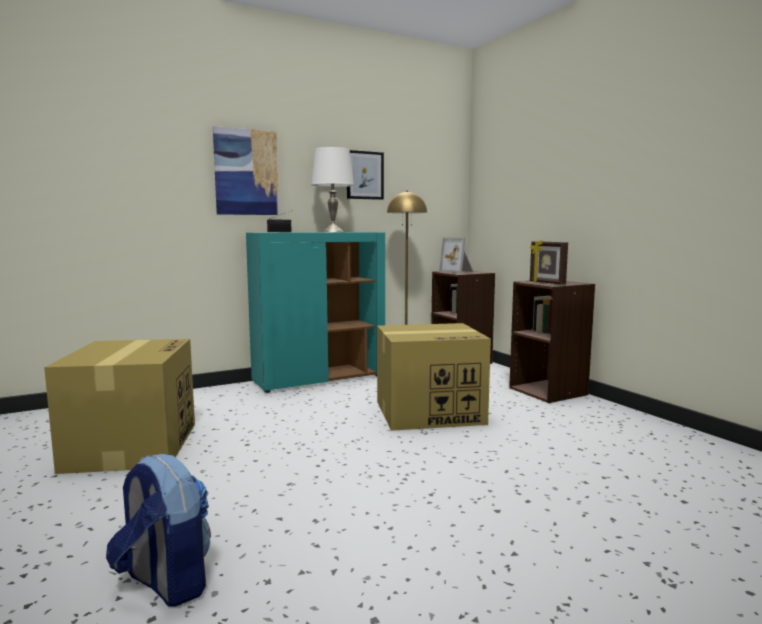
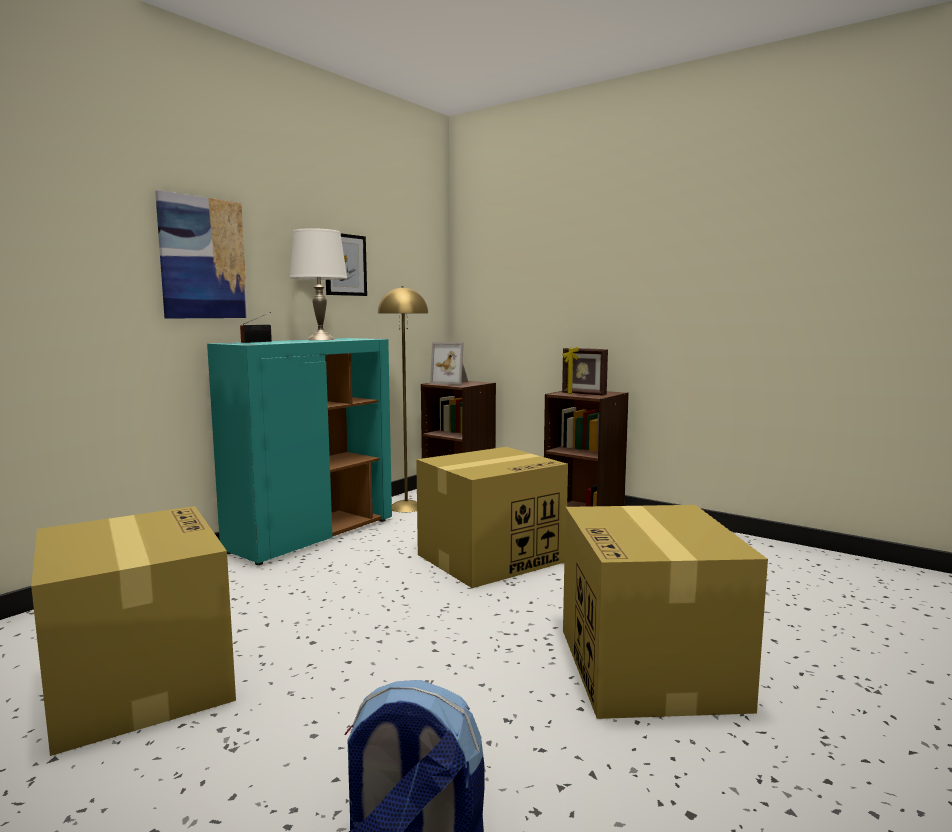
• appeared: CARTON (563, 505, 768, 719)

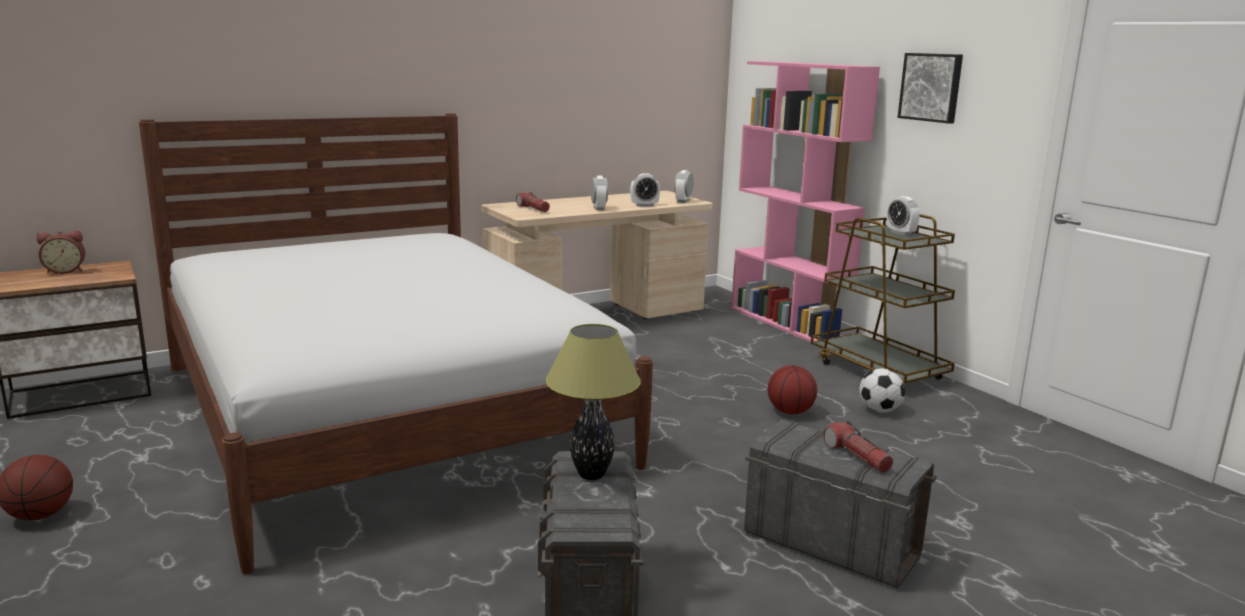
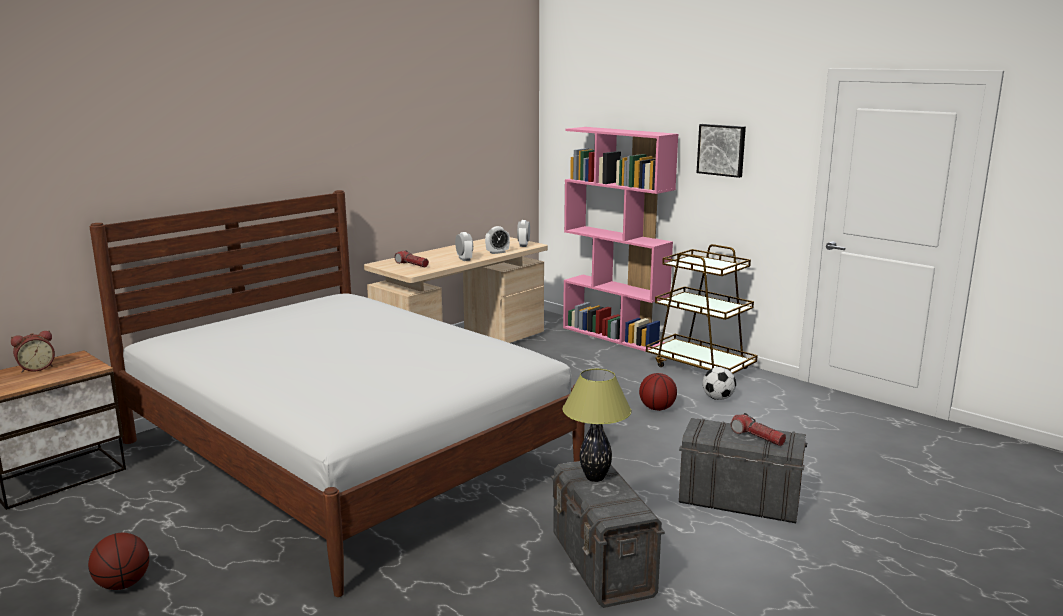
• missing: BEDSIDE CLOCK (887, 196, 920, 235)

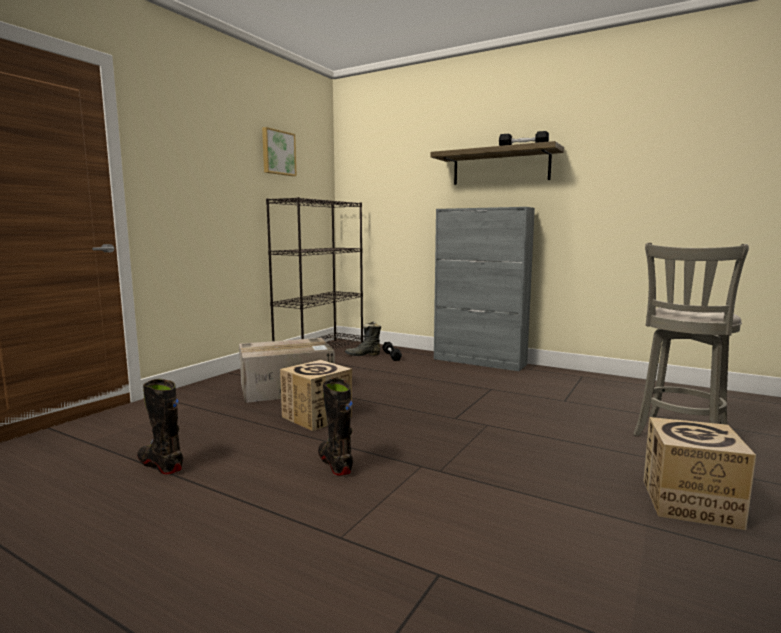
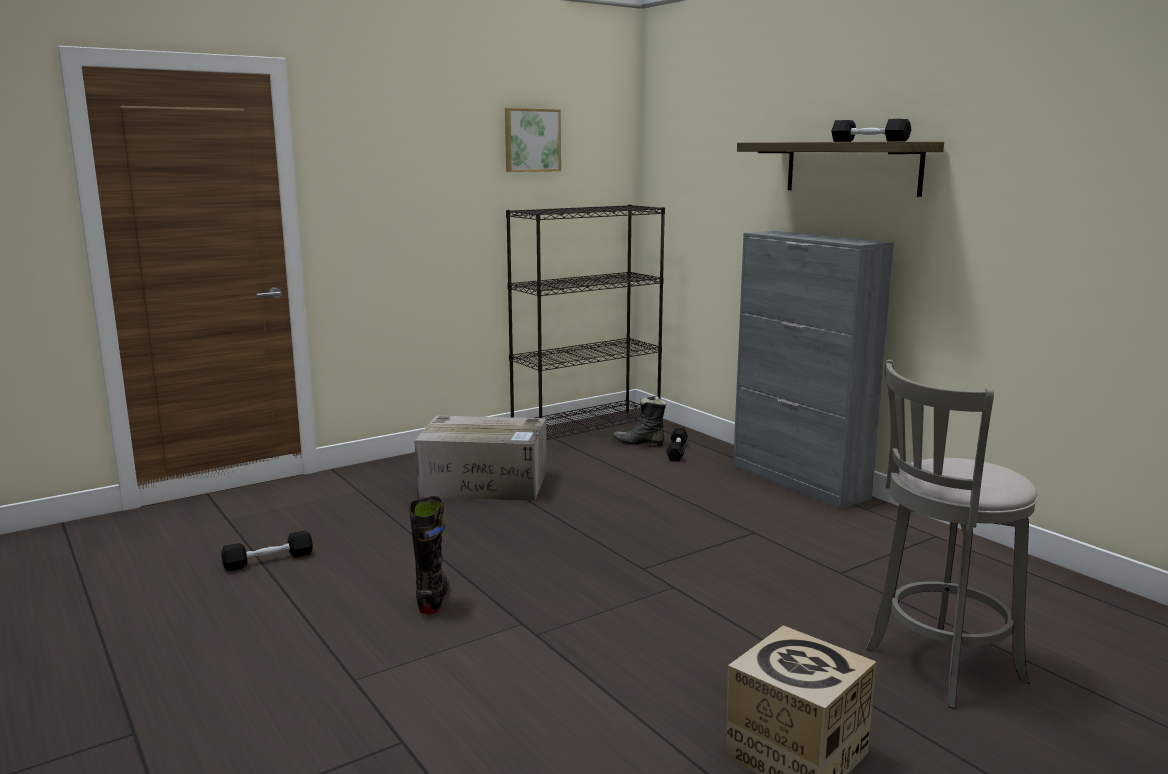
• missing: CARTON (280, 360, 352, 431)
• exchanged: BLACK-COLOURED HIGH-TOP BOOT (137, 379, 184, 474) to BLACK-COLOURED DUMBBELL (221, 531, 313, 571)

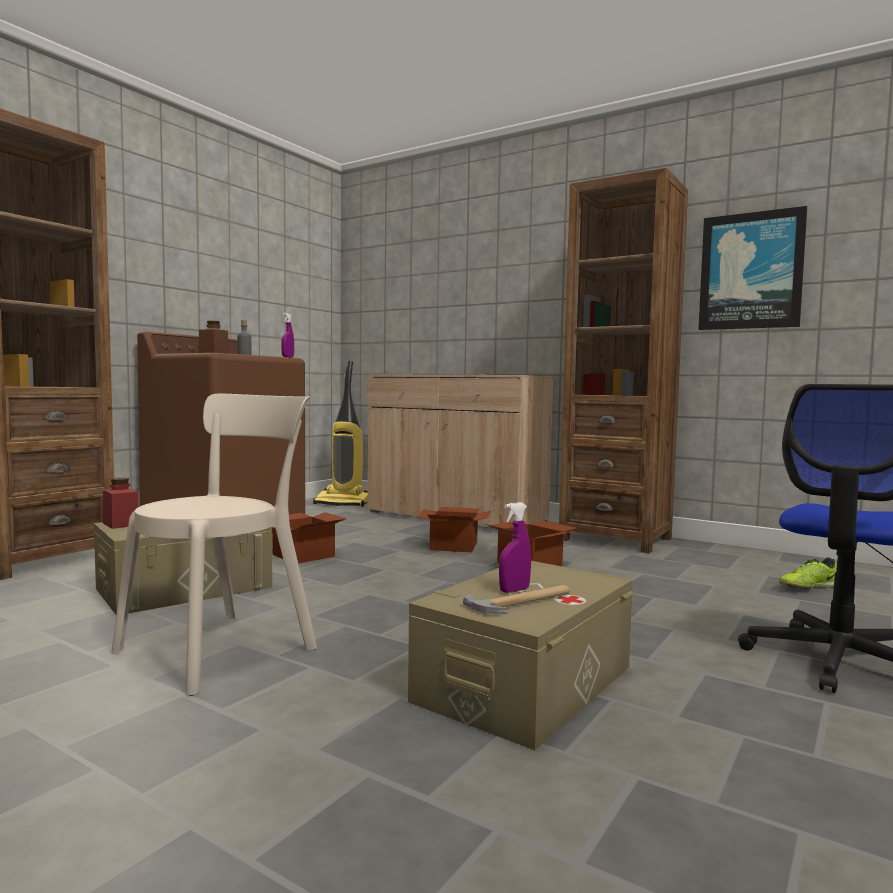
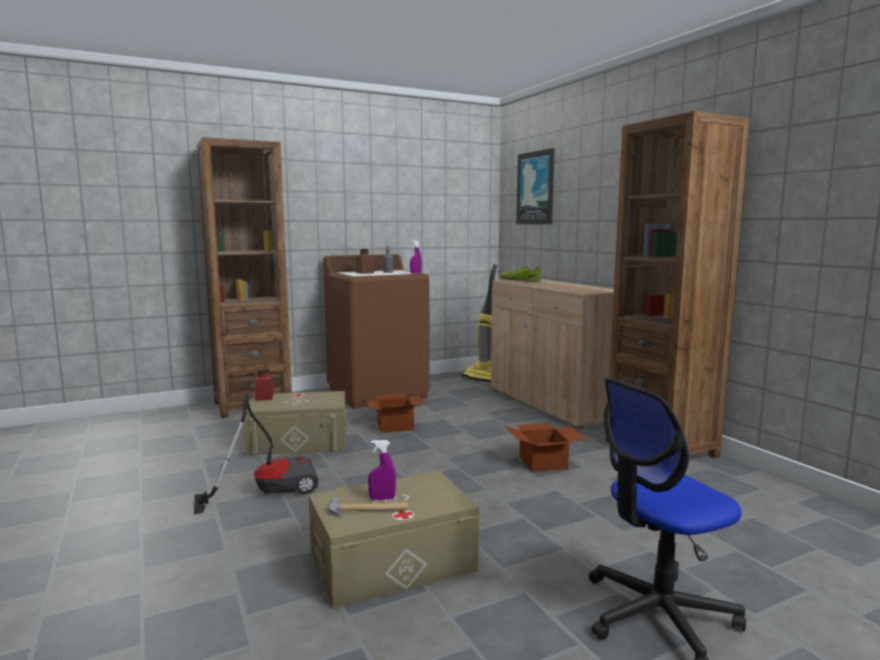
• missing: CARTON (416, 507, 491, 552)
• relocated: WALL PICTURE (698, 206, 807, 330) to (516, 148, 555, 224)
• relocated: LOW SHOE (779, 557, 837, 589) to (500, 266, 541, 282)
• exchanged: BEIGE PLAIN CHAIR (111, 394, 317, 696) to HOOVER (194, 393, 318, 515)

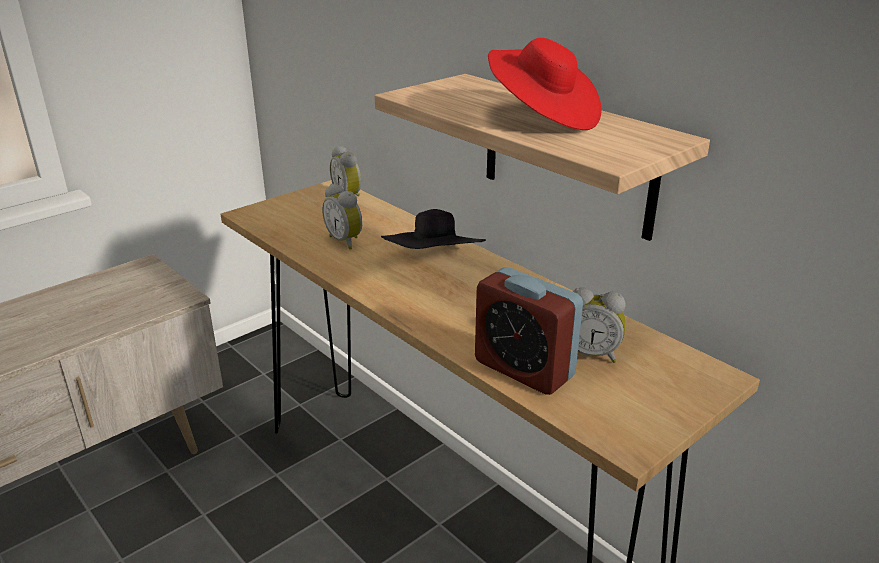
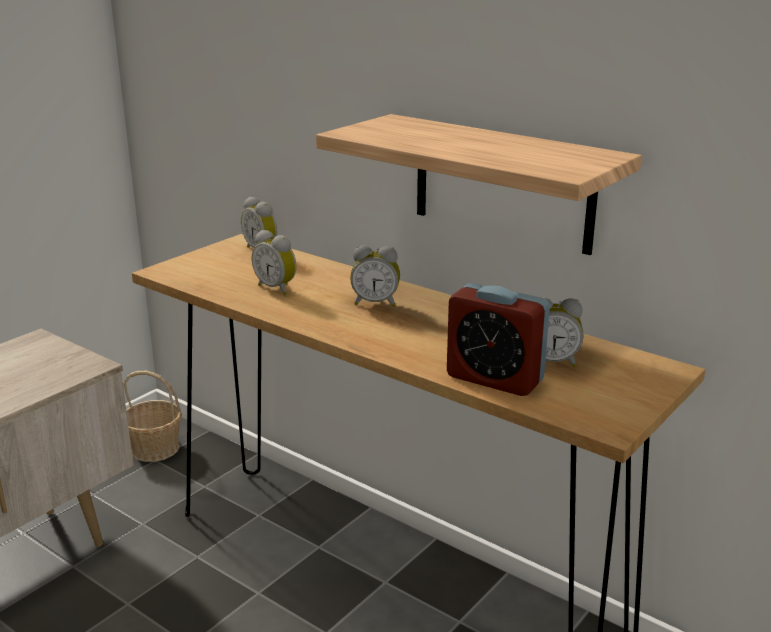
• missing: RED-COLOURED WEARABLE HAT (488, 38, 602, 130)
• appeared: STORAGE BASKET (123, 371, 182, 462)
• exchanged: BLACK-COLOURED WEARABLE HAT (381, 209, 486, 249) to BEDSIDE CLOCK (350, 245, 400, 307)

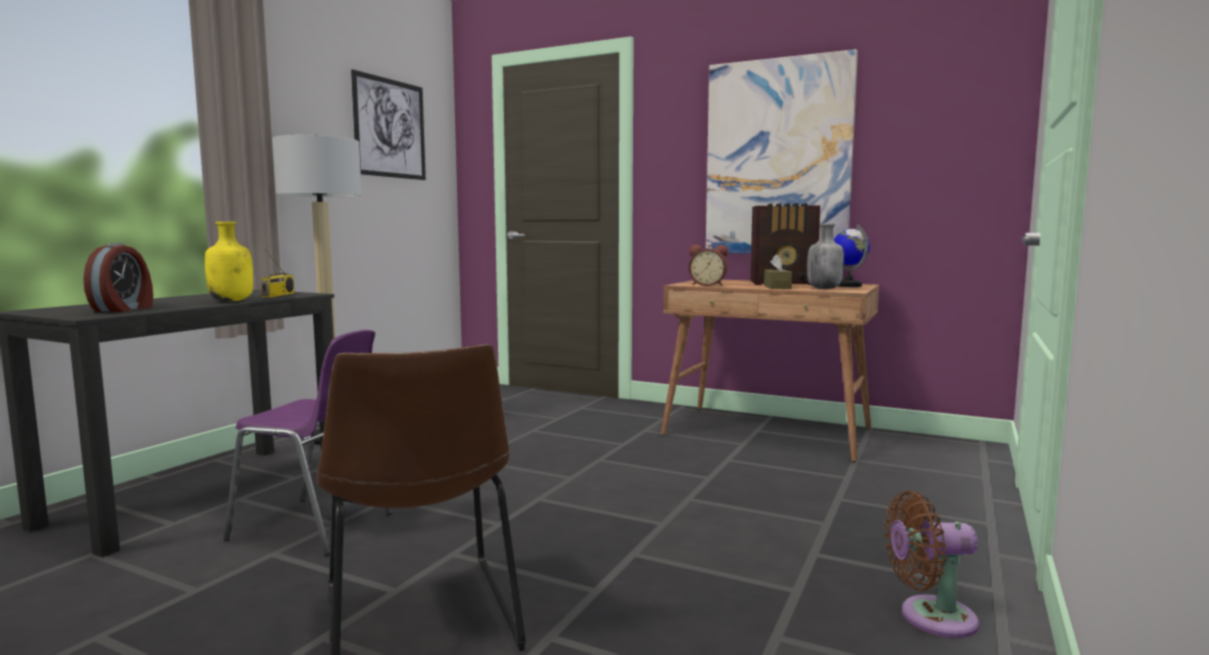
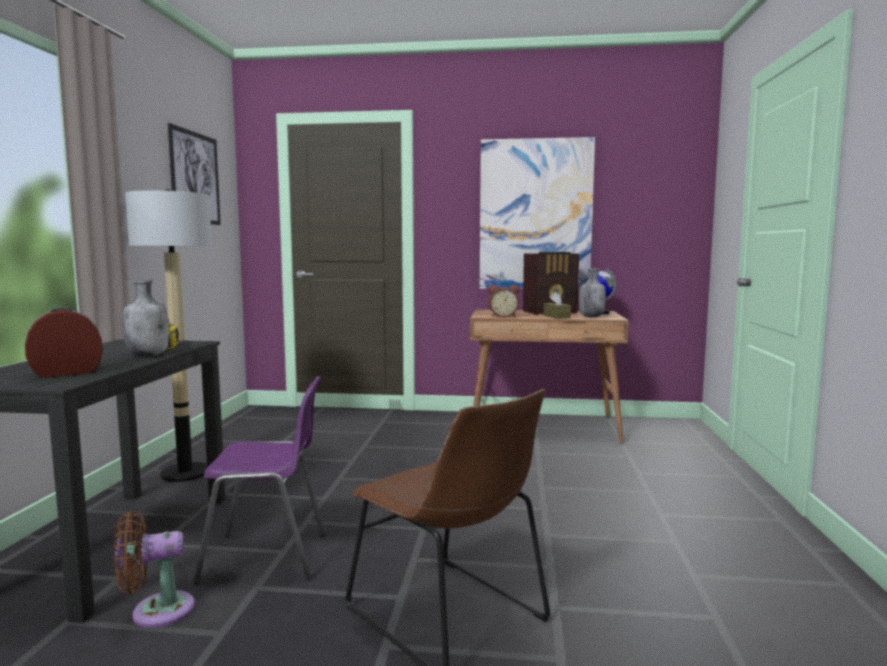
• relocated: BROWN-COLOURED ELECTRIC FAN (885, 491, 979, 638) to (114, 511, 195, 628)
• colour: YELLOWISH BEVERAGE BOTTLE (205, 222, 253, 302) to GREY BEVERAGE BOTTLE (123, 280, 169, 357)
• spun: BEDSIDE CLOCK (83, 243, 153, 312) = (25, 307, 103, 378) 105 degrees counterclockwise

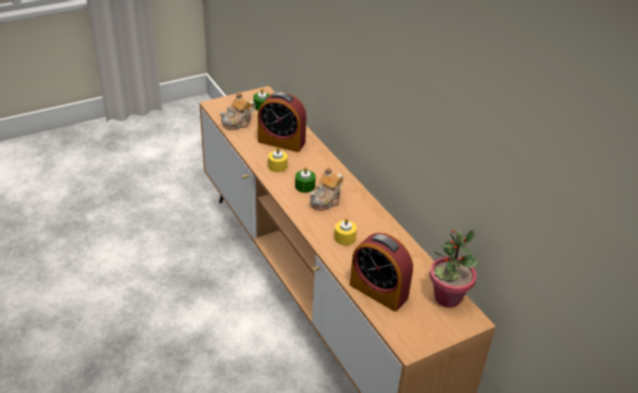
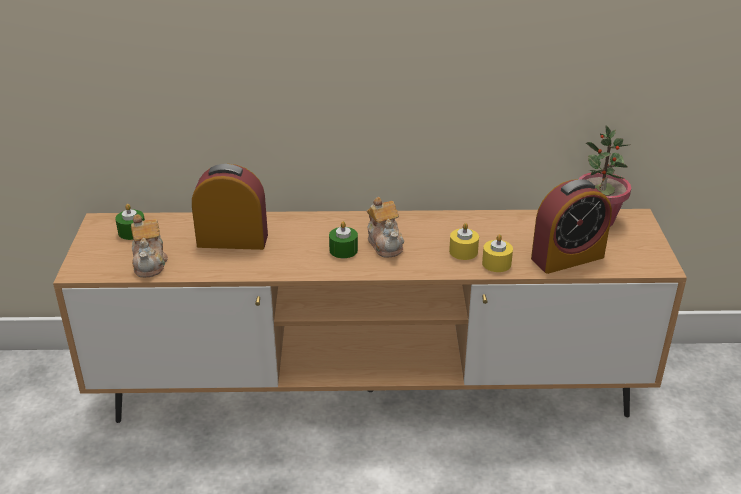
• relocated: YELLOWISH WAX LIGHT (268, 147, 288, 172) to (482, 234, 513, 272)
• spun: BEDSIDE CLOCK (258, 92, 306, 152) = (192, 164, 268, 250) 135 degrees counterclockwise

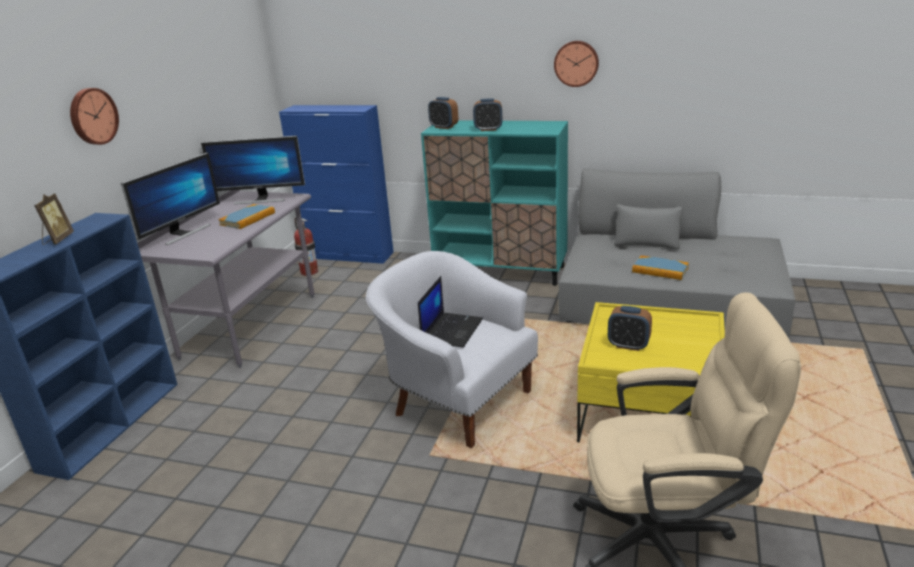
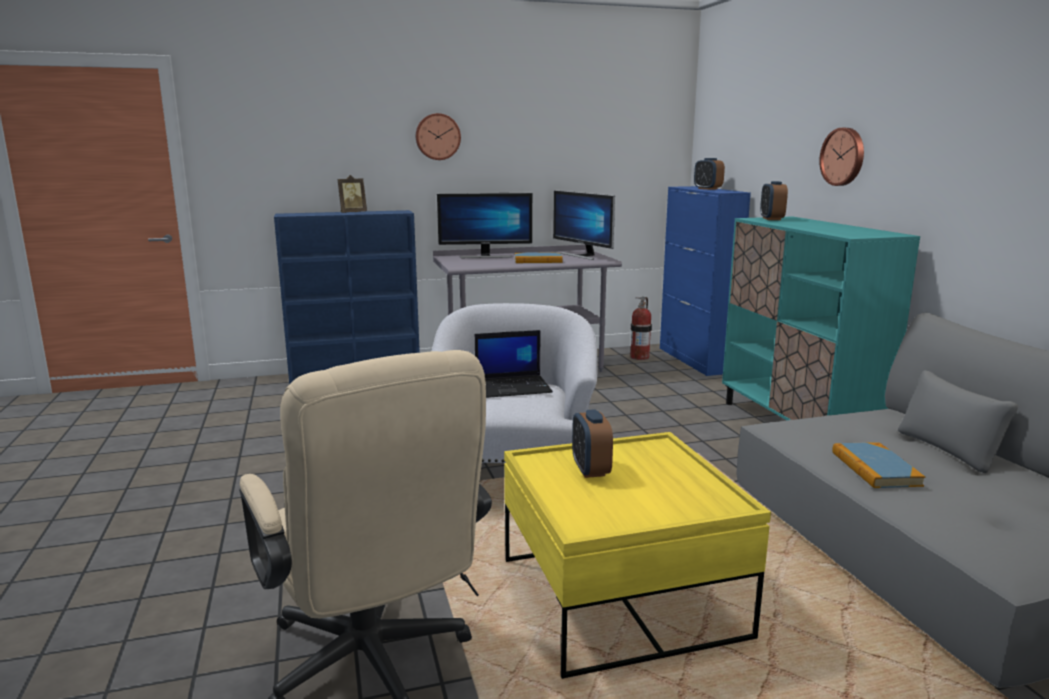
• relocated: BEDSIDE CLOCK (473, 98, 502, 131) to (694, 158, 725, 190)
• relocated: HANGING CLOCK (554, 41, 599, 87) to (819, 128, 864, 186)

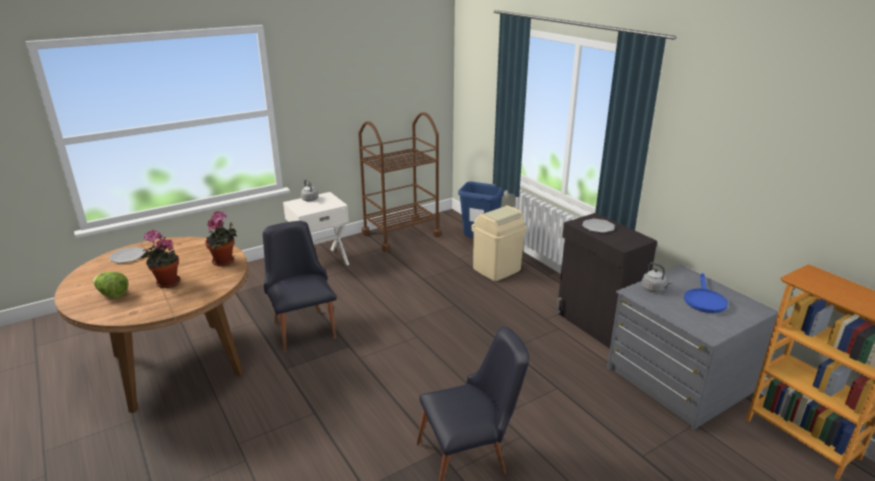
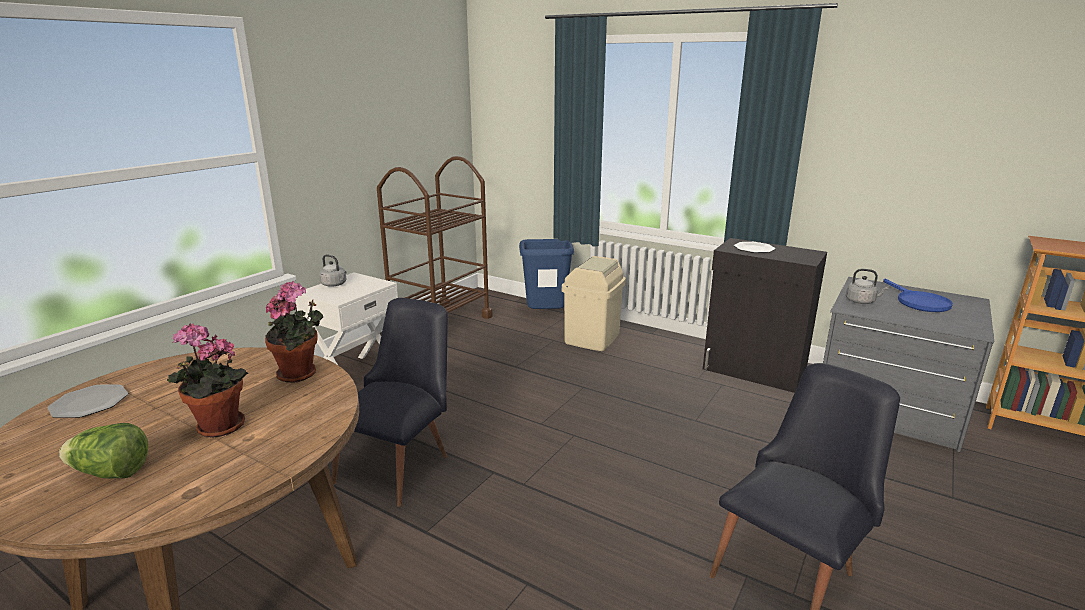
• spun: BLACK-COLOURED PLAIN CHAIR (263, 221, 337, 352) = (332, 298, 448, 507) 75 degrees clockwise

